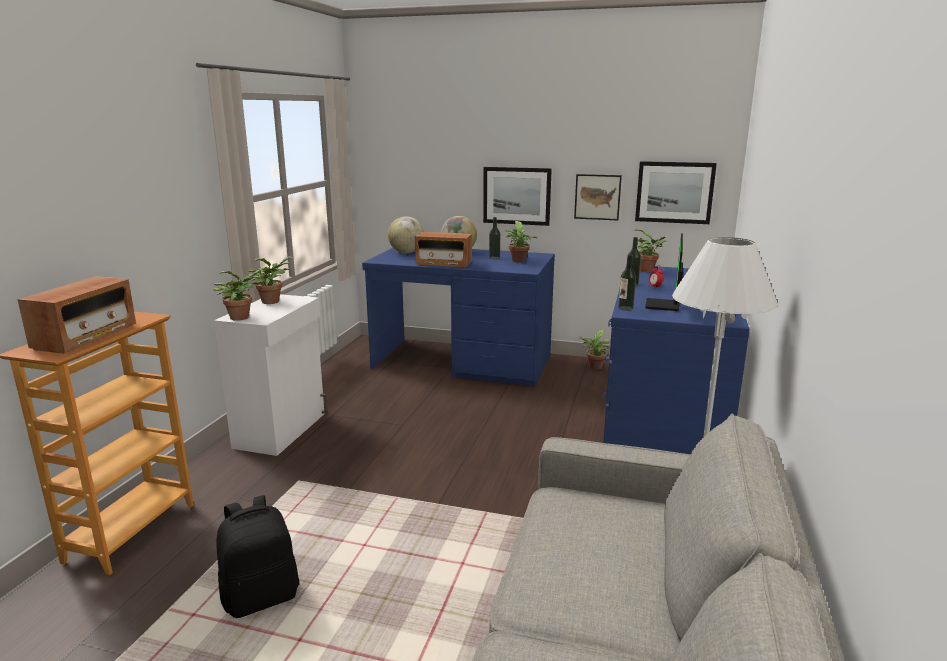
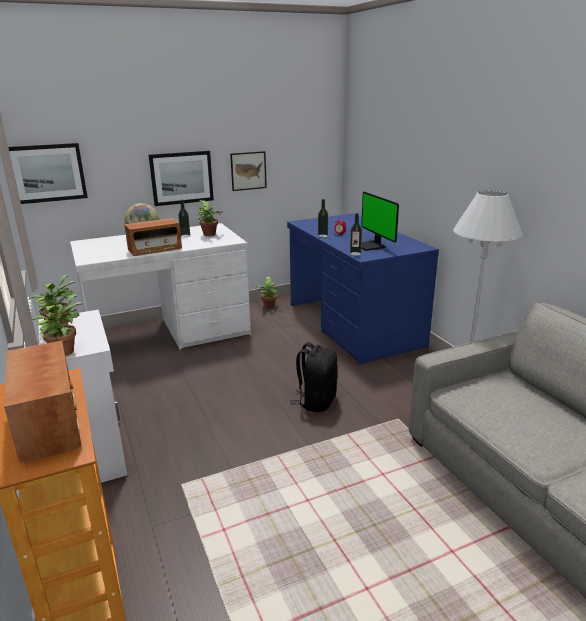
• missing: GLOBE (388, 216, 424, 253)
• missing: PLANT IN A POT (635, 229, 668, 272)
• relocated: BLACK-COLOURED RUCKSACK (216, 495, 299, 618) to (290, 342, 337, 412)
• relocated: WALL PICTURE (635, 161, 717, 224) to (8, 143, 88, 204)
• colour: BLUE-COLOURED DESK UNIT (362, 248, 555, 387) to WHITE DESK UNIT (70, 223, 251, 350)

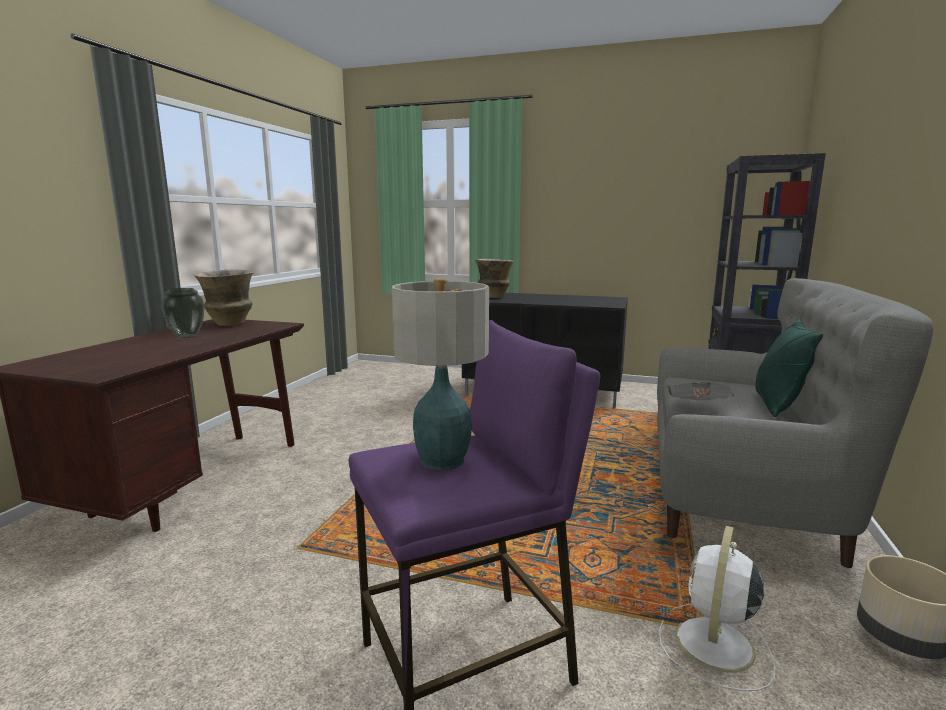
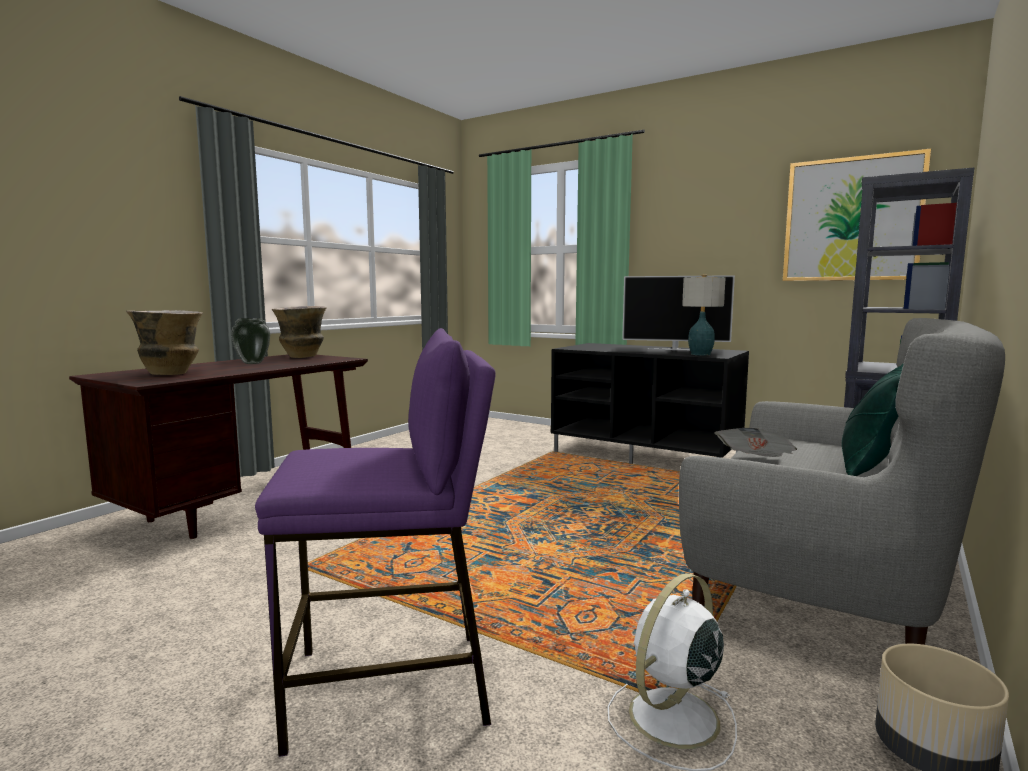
• appeared: TELEVISION (622, 275, 735, 350)
• appeared: WALL PICTURE (783, 149, 931, 281)
• relocated: LAMP FOR A TABLE (392, 278, 489, 471) to (682, 274, 725, 356)
• relocated: VASE (475, 259, 514, 298) to (126, 310, 203, 375)

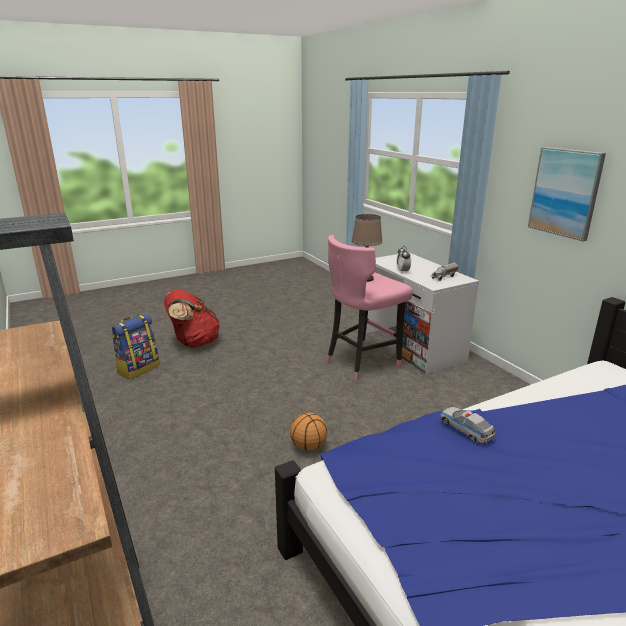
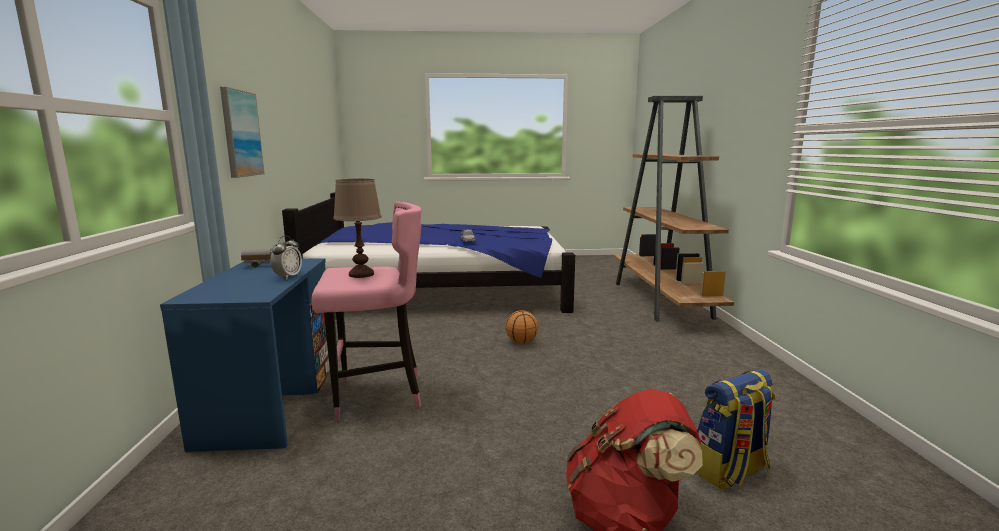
• colour: WHITE DESK UNIT (366, 253, 479, 374) to BLUE-COLOURED DESK UNIT (160, 258, 330, 452)

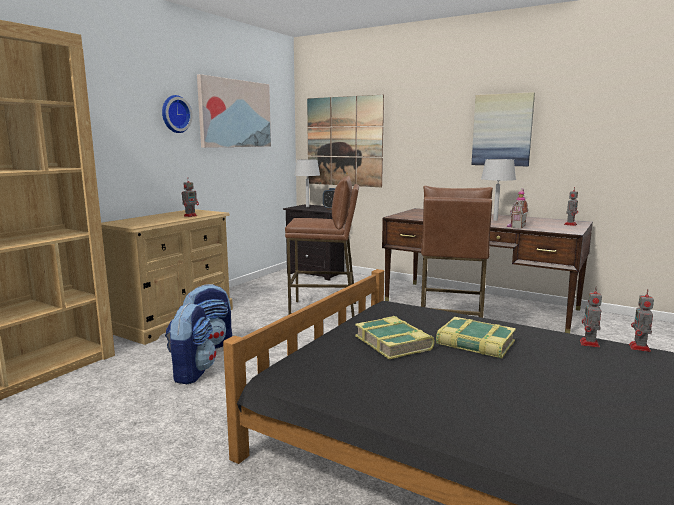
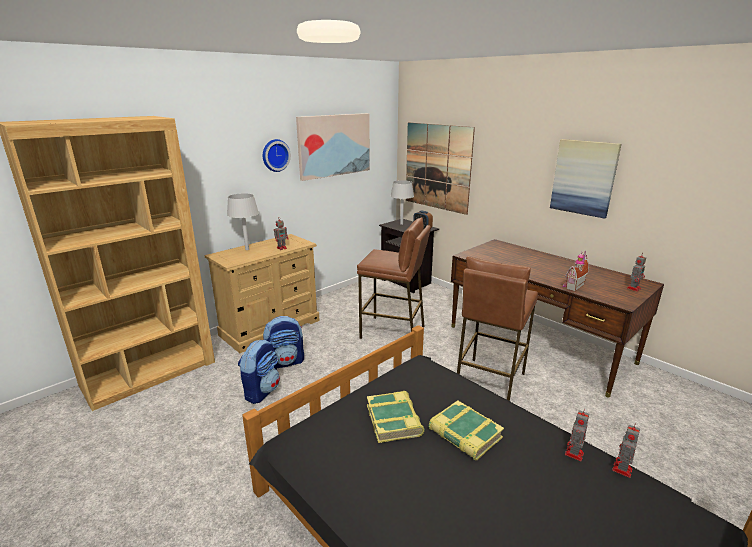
• relocated: GREY LAMP FOR A TABLE (481, 159, 516, 221) to (227, 193, 259, 250)

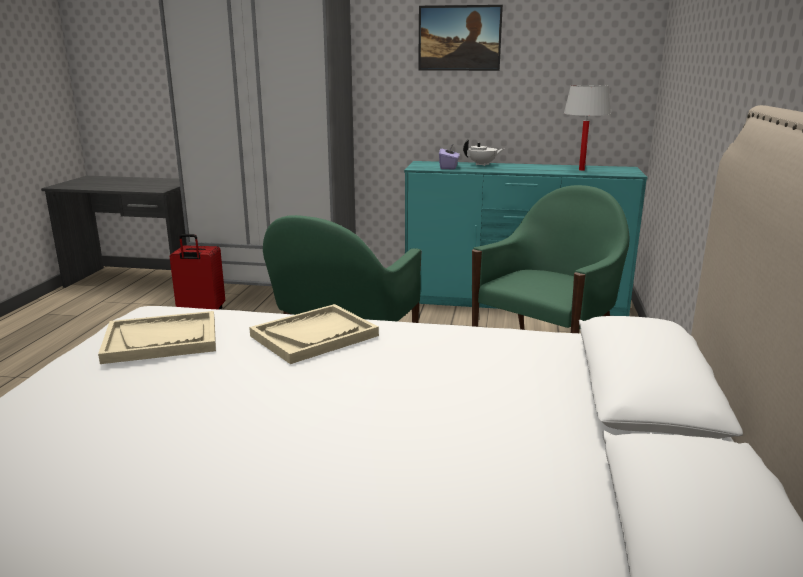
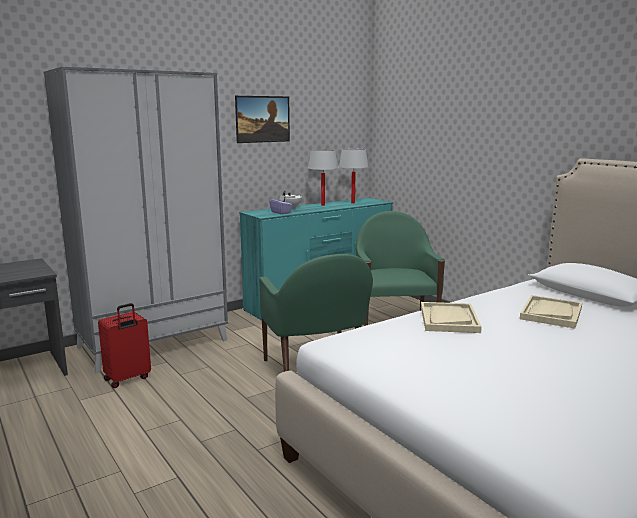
• appeared: WHITE LAMP FOR A TABLE (308, 149, 338, 206)
• relocated: BEIGE TRAY (98, 311, 216, 364) to (520, 295, 582, 329)

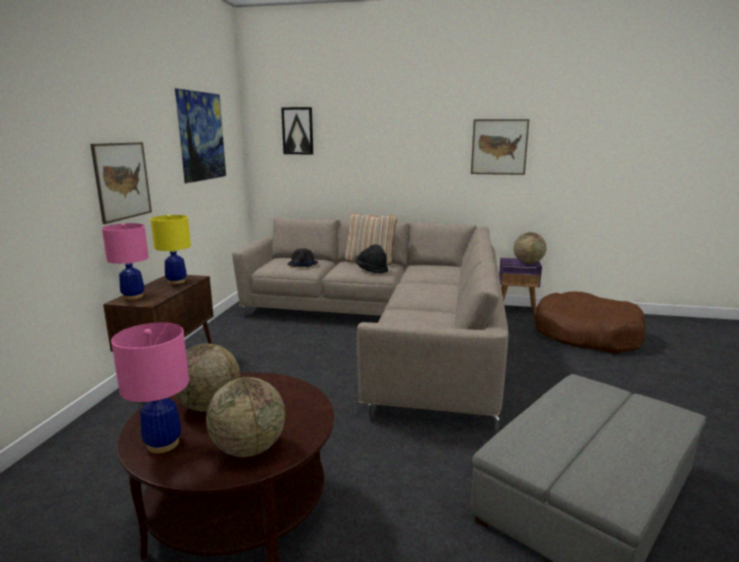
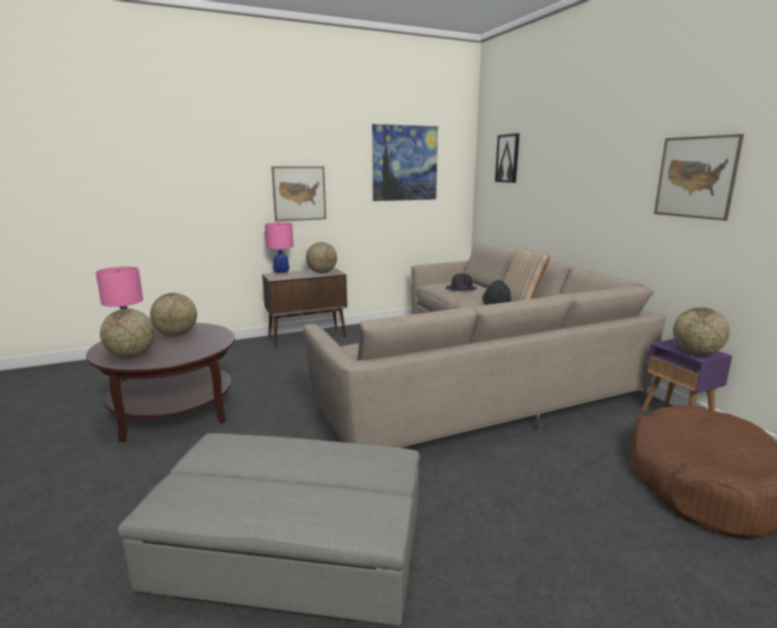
• exchanged: YELLOWISH LAMP FOR A TABLE (150, 215, 191, 284) to GLOBE (306, 242, 337, 273)

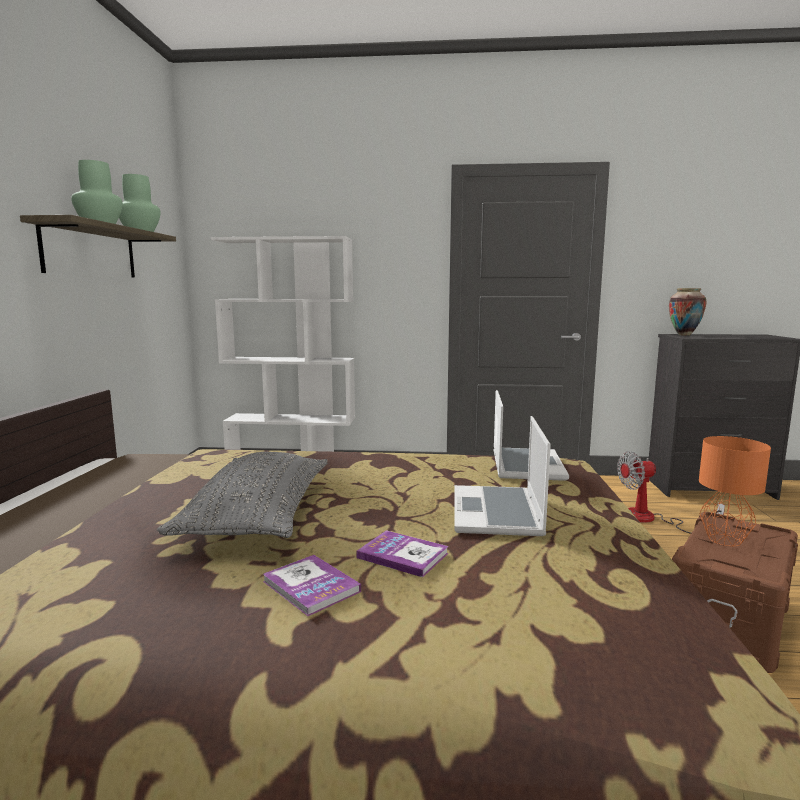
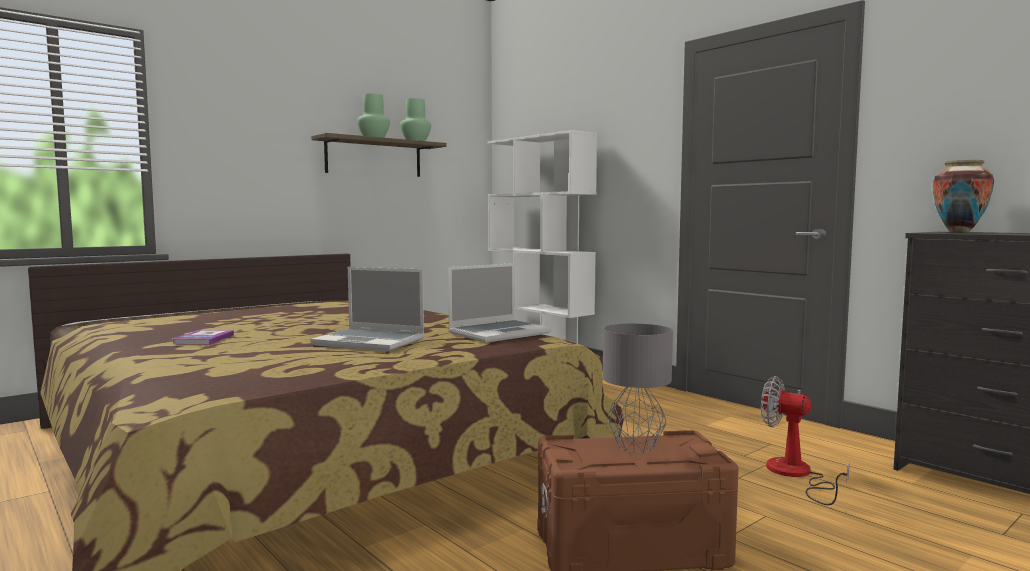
• missing: GREY PILLOW (157, 452, 327, 538)
• missing: BOOK (357, 530, 449, 577)
• colour: ORANGEY LAMP FOR A TABLE (699, 436, 771, 547) to GREY LAMP FOR A TABLE (603, 323, 673, 453)
• spun: LAPTOP (454, 416, 551, 536) = (310, 267, 425, 351) 120 degrees counterclockwise

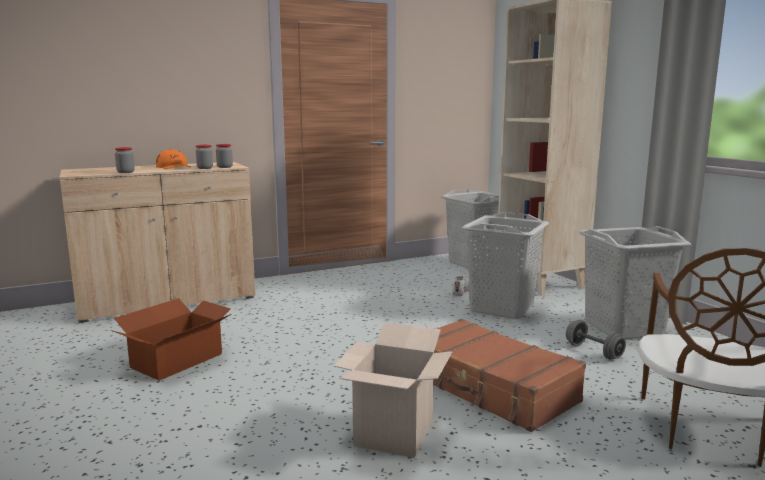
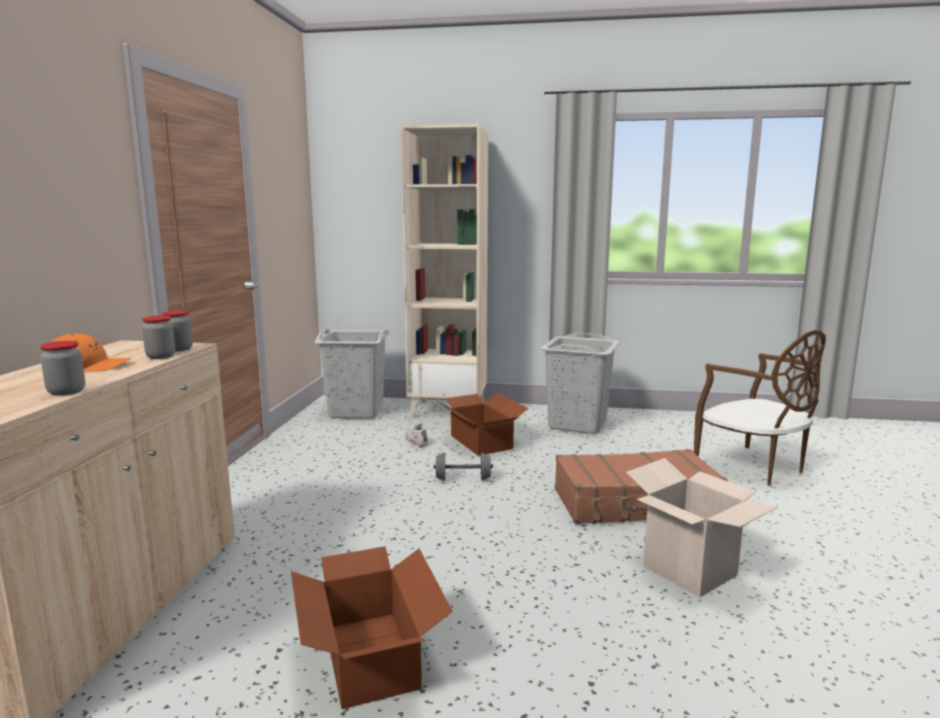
• relocated: GREY DUMBBELL (566, 320, 626, 359) to (434, 452, 493, 481)
• exchanged: GREY WASHING BASKET (461, 212, 549, 319) to CARTON (437, 393, 528, 456)

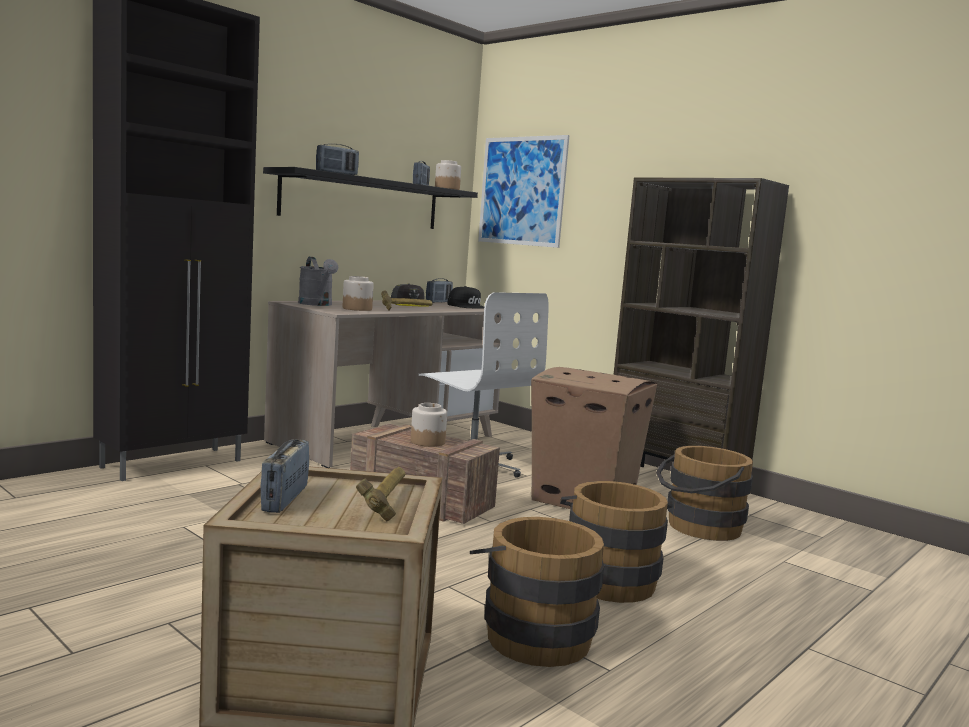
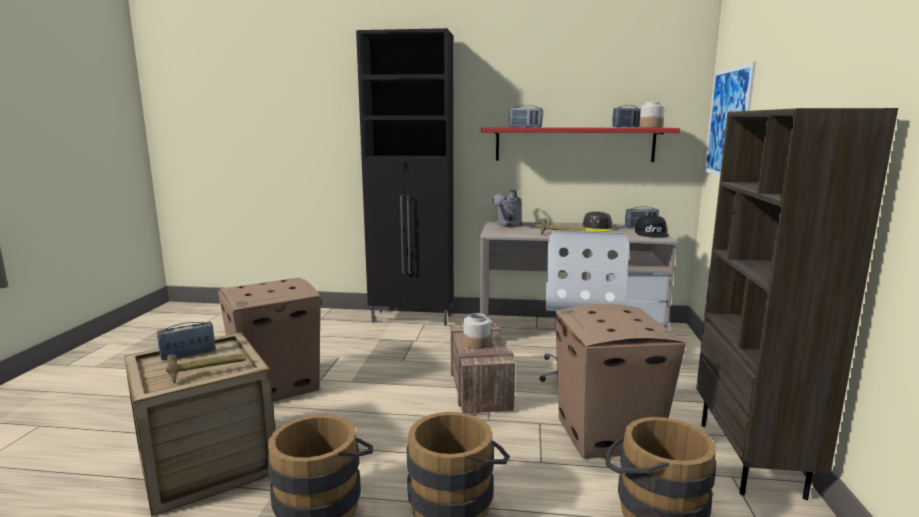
• missing: STORAGE JAR (343, 276, 374, 311)
• appeared: CARTON (218, 278, 321, 402)
• colour: BLACK-COLOURED WALL SHELF (263, 167, 478, 229) to RED-COLOURED WALL SHELF (481, 127, 680, 162)

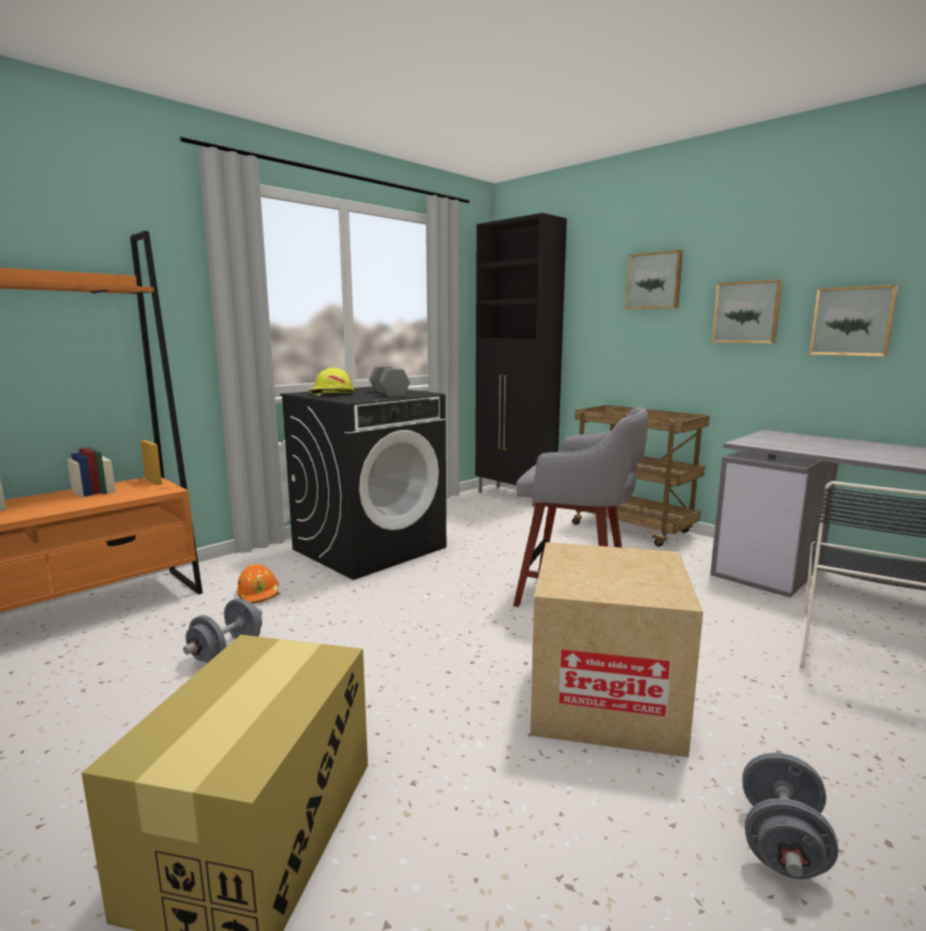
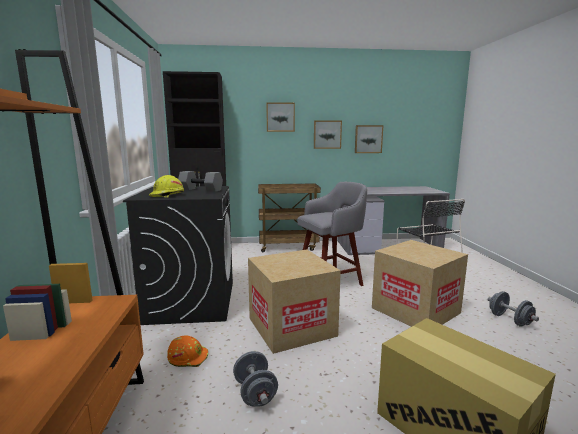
• appeared: CARTON (248, 250, 341, 354)

